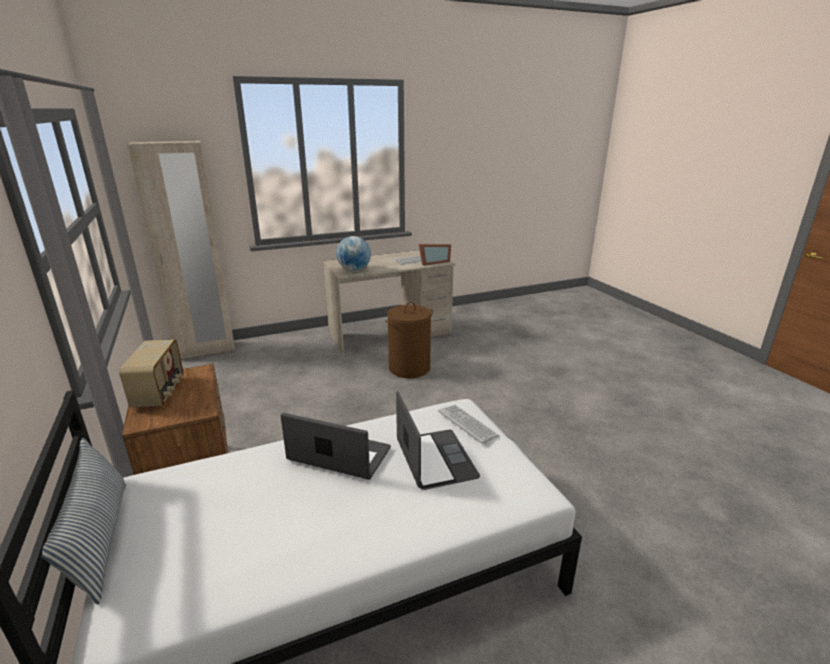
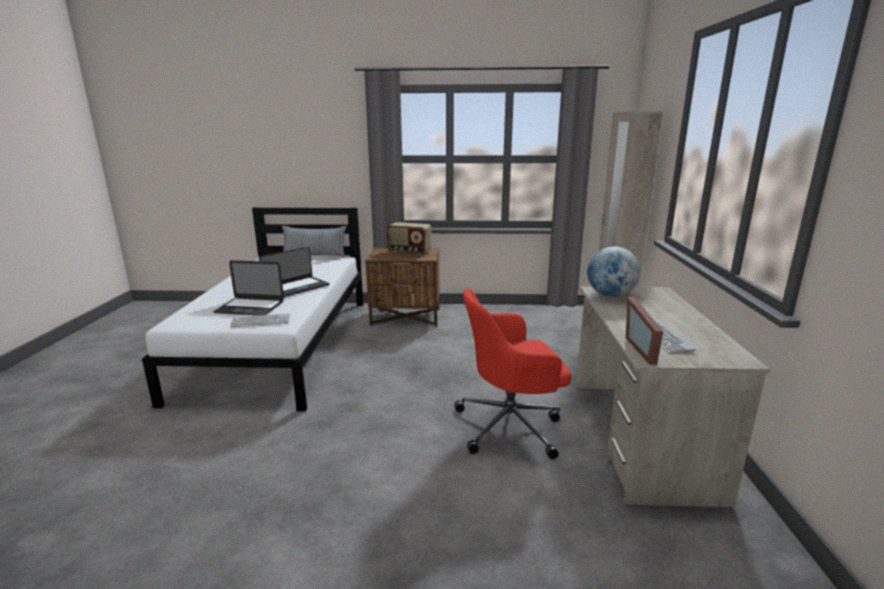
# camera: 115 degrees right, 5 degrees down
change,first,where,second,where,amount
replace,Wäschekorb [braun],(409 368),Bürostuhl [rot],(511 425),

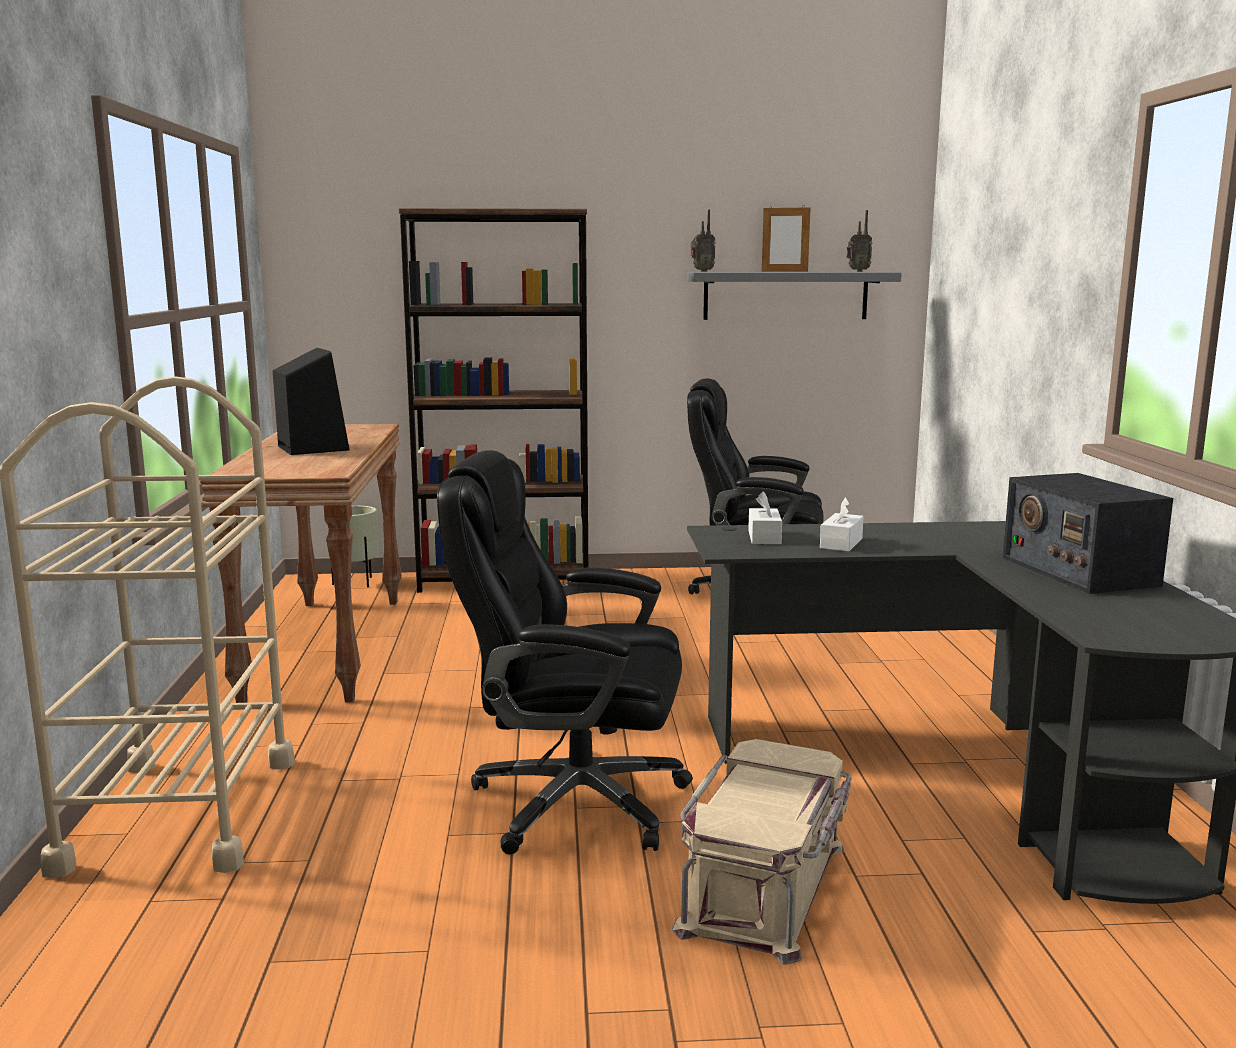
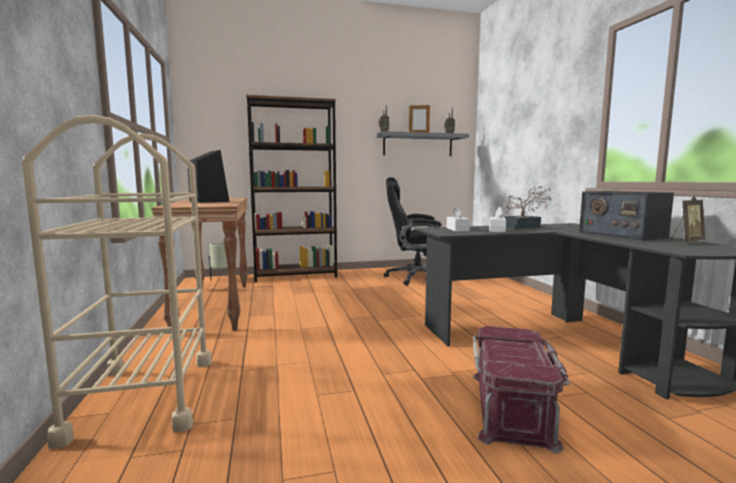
# camera: 10 degrees left, 5 degrees down
change,first,where,second,where,amount
delete,Bürostuhl [schwarz],(573 802),,,
recolor,Aufbewahrungsbox [beige],(766 888),Aufbewahrungsbox [rot],(513 408),
insert,,,Topfpflanze,(525 227),
insert,,,Bilderrahmen,(686 242),

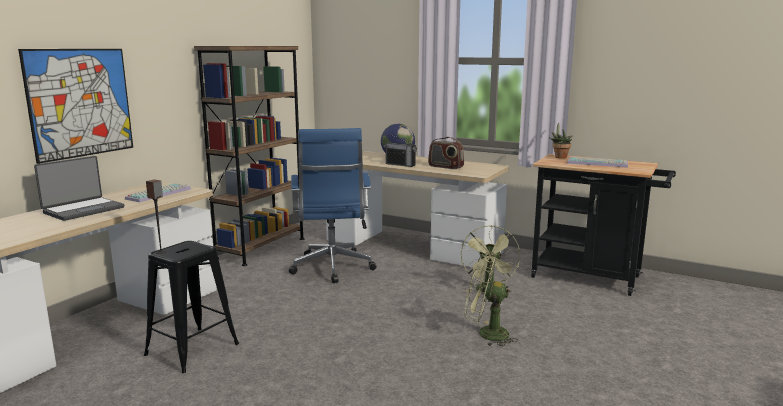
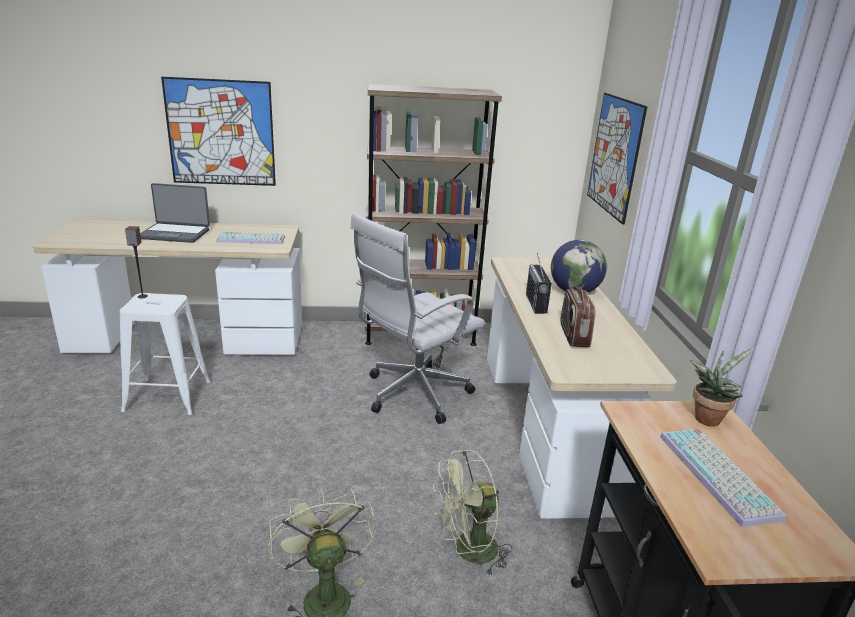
# camera: 55 degrees right, 10 degrees up
change,first,where,second,where,amount
recolor,Bürostuhl [blau],(332 269),Bürostuhl [weiß],(412 395),
recolor,Hocker [schwarz],(192 349),Hocker [weiß],(168 396),
insert,,,Bild,(614 155),

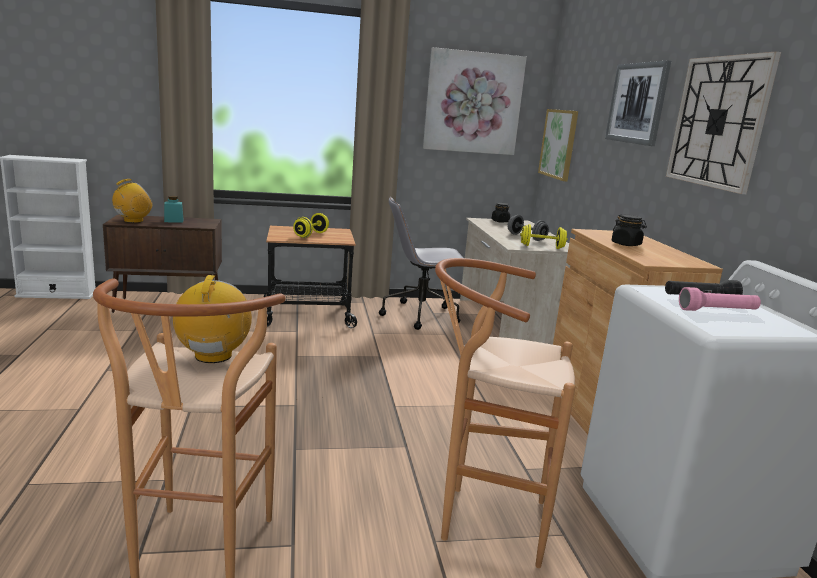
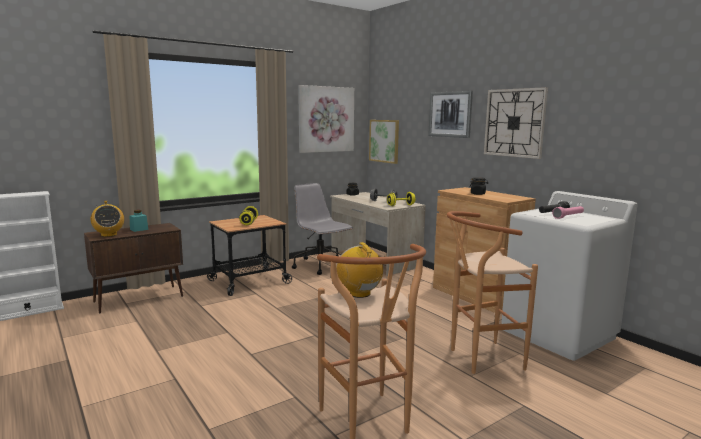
# camera: 25 degrees left, 5 degrees down
change,first,where,second,where,amount
rotate,Radio,(133 221),,(109 235),135 degrees clockwise
rotate,Bürostuhl [grau],(421 315),,(321 266),90 degrees clockwise

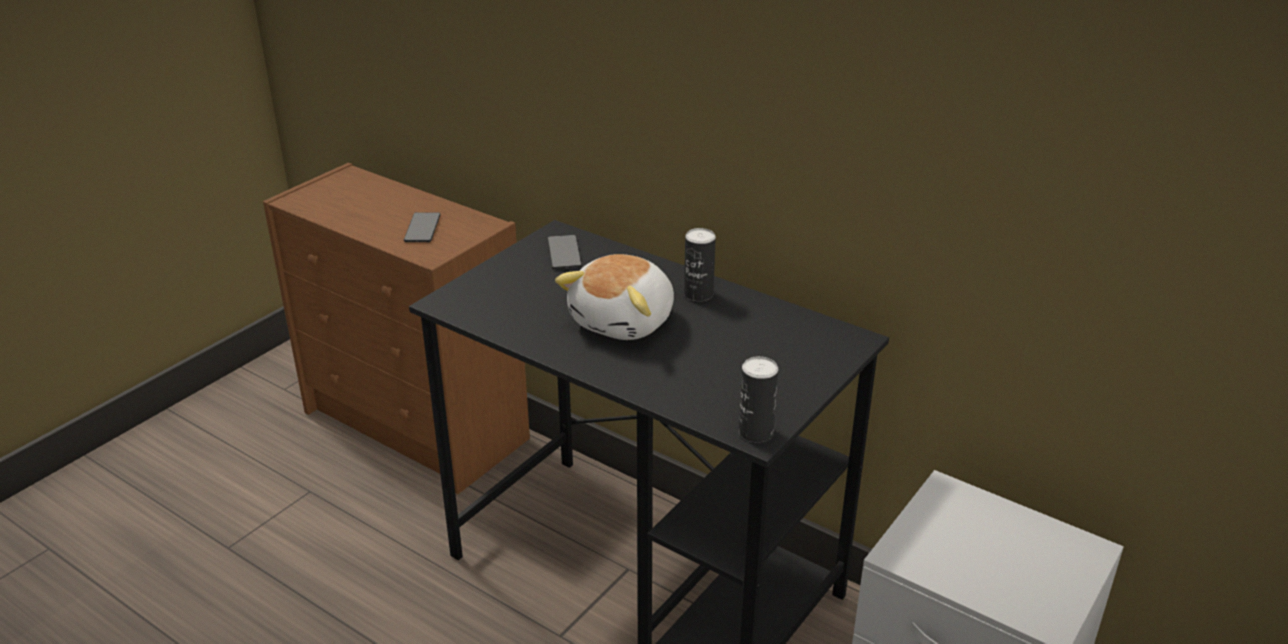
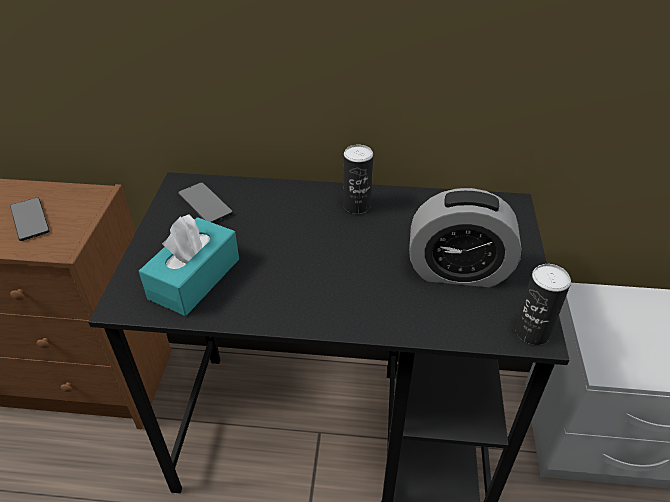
# camera: 30 degrees left, 10 degrees up
change,first,where,second,where,amount
delete,Plüschtier,(625 321),,,
insert,,,Wecker,(458 271),
insert,,,Taschentuchbox [türkis],(195 278),

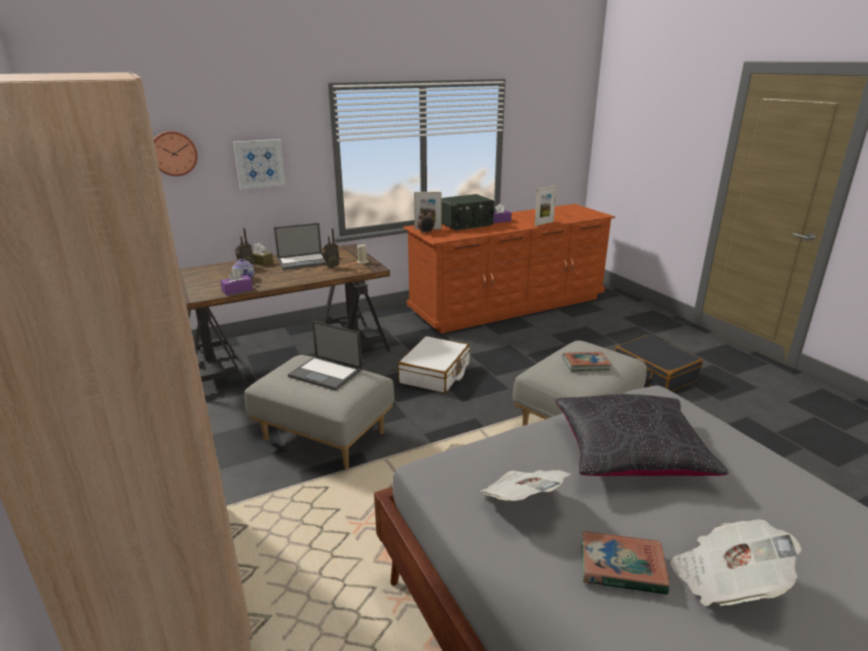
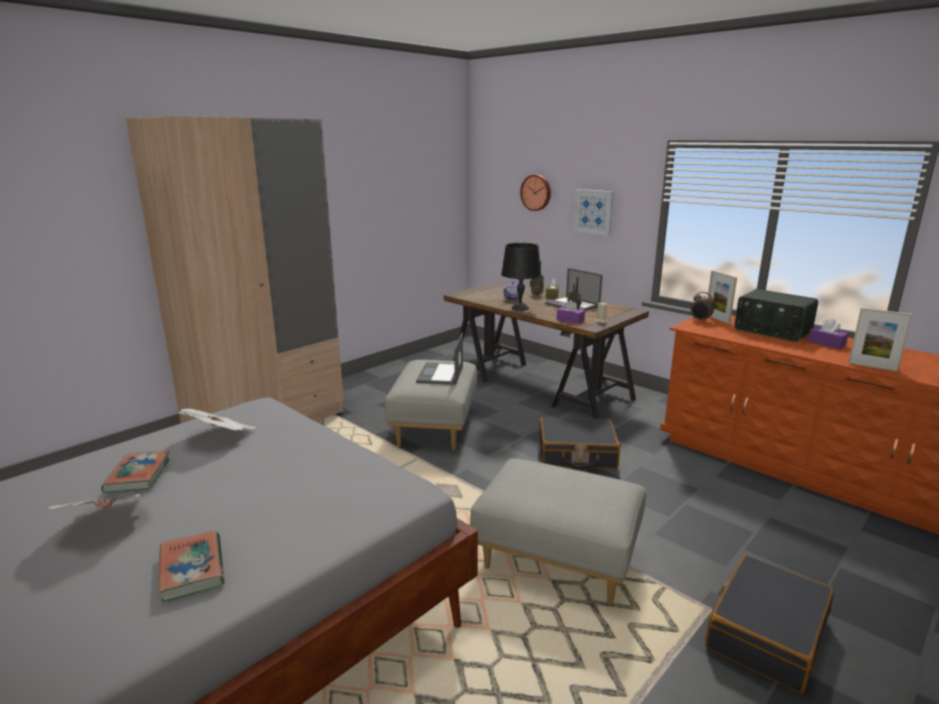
# camera: 70 degrees right, 5 degrees down
change,first,where,second,where,amount
move,Taschentuchbox [lila],(237 290),,(570 320),
recolor,Koffer [weiß],(435 374),Koffer [schwarz],(576 454),
move,Buch,(586 364),,(192 569),
delete,Kissen [schwarz],(630 452),,,
insert,,,Tischlampe [schwarz],(519 308),

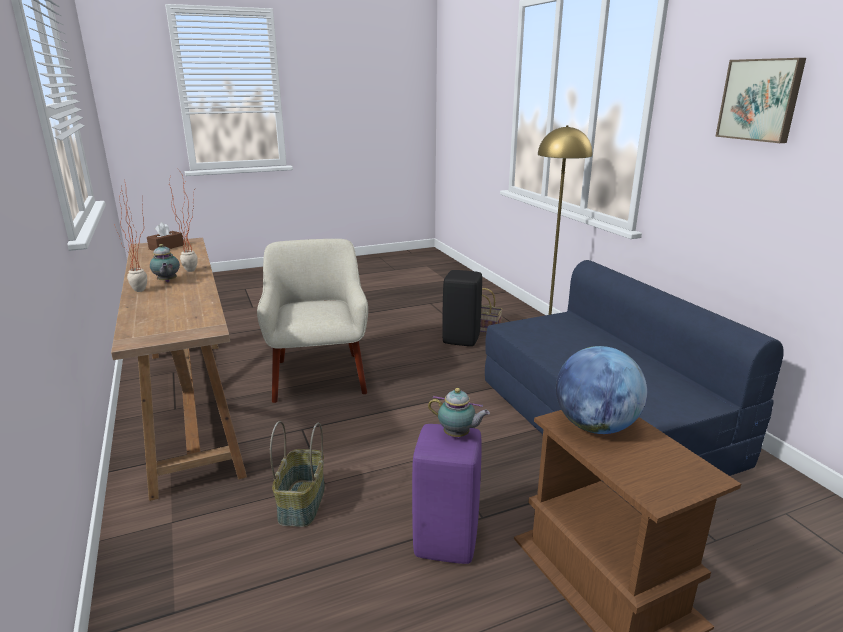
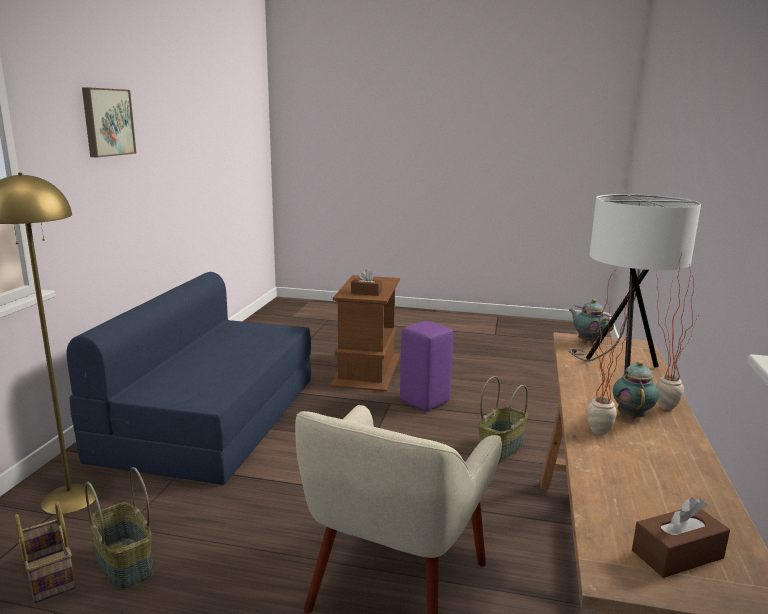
# camera: 145 degrees left, 5 degrees down
change,first,where,second,where,amount
replace,Hocker [schwarz],(462 340),Korb,(123 564),
replace,Globus,(595 426),Taschentuchbox [braun],(366 292),
move,Teekanne,(458 435),,(587 341),
insert,,,Tischlampe [weiß],(619 369),

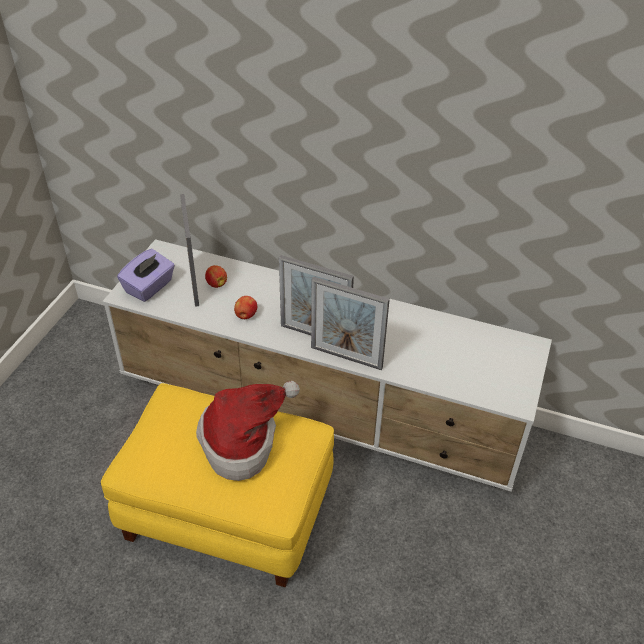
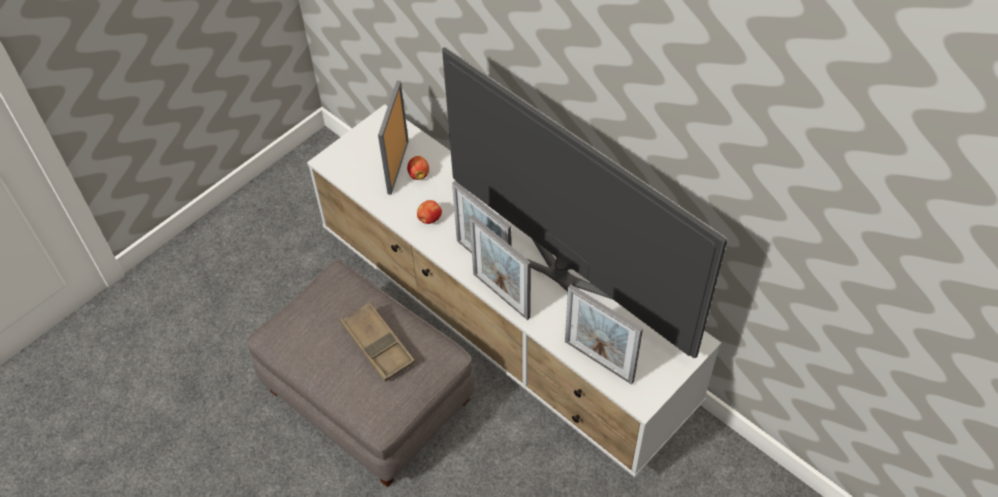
# camera: 25 degrees right, 10 degrees up
change,first,where,second,where,amount
delete,Taschentuchbox [lila],(149 287),,,
replace,Hut,(243 440),Tablett [braun],(378 345),
recolor,Polsterhocker [gelb],(226 511),Polsterhocker [grau],(368 396),
insert,,,Fernseher,(565 275),
insert,,,Bilderrahmen,(598 361),

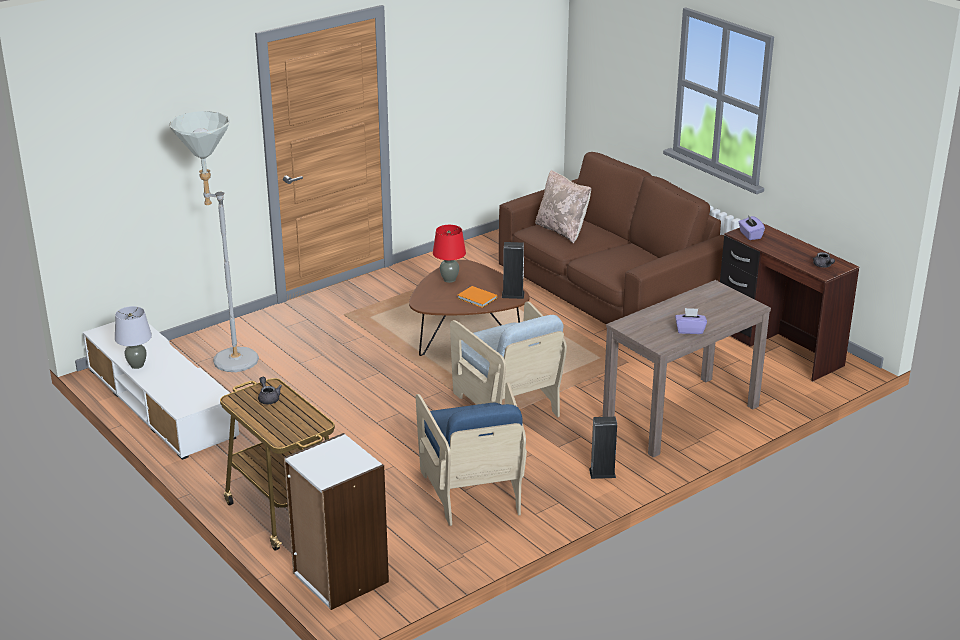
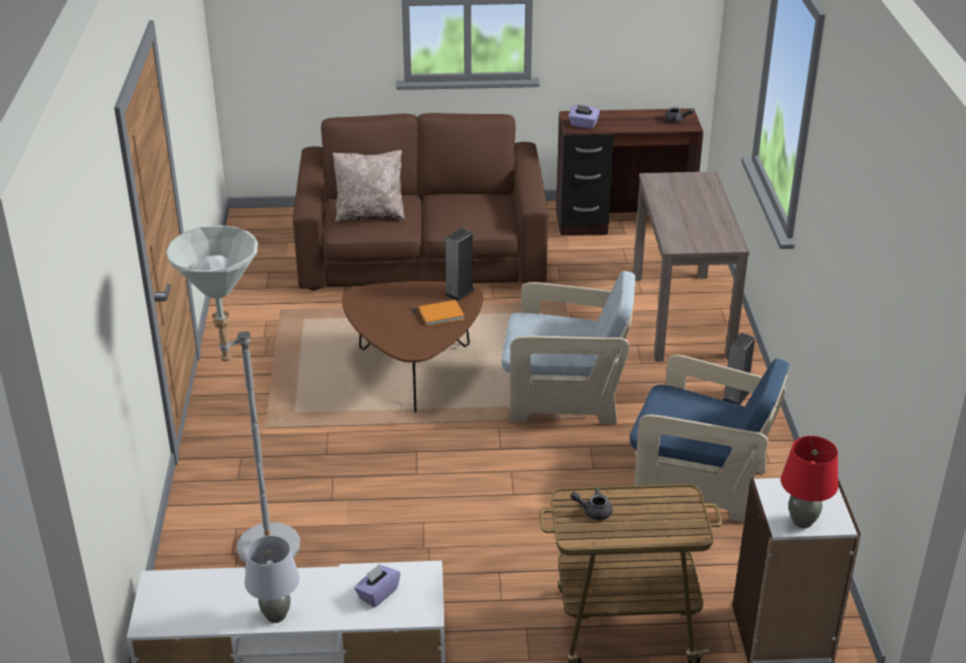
# camera: 55 degrees left, 5 degrees up
change,first,where,second,where,amount
move,Tischlampe [rot],(449 280),,(802 521),
move,Taschentuchbox [lila],(689 330),,(377 594),

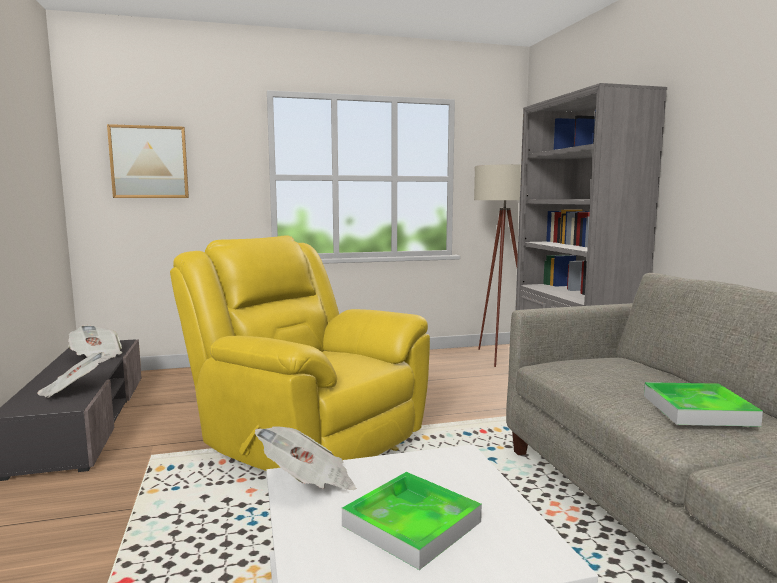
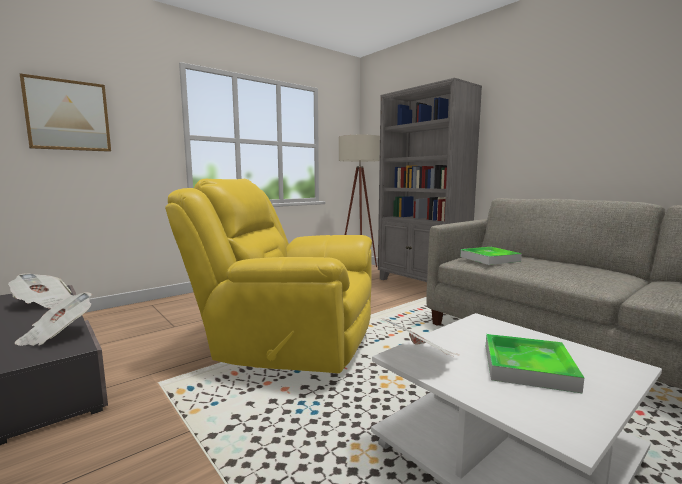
# camera: 25 degrees left, 0 degrees up
change,first,where,second,where,amount
move,Tablett,(698 410),,(489 259),

